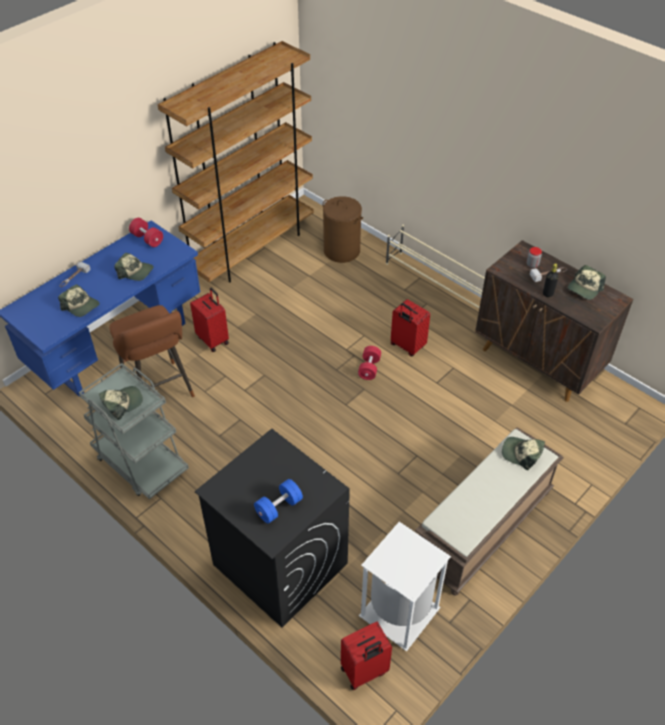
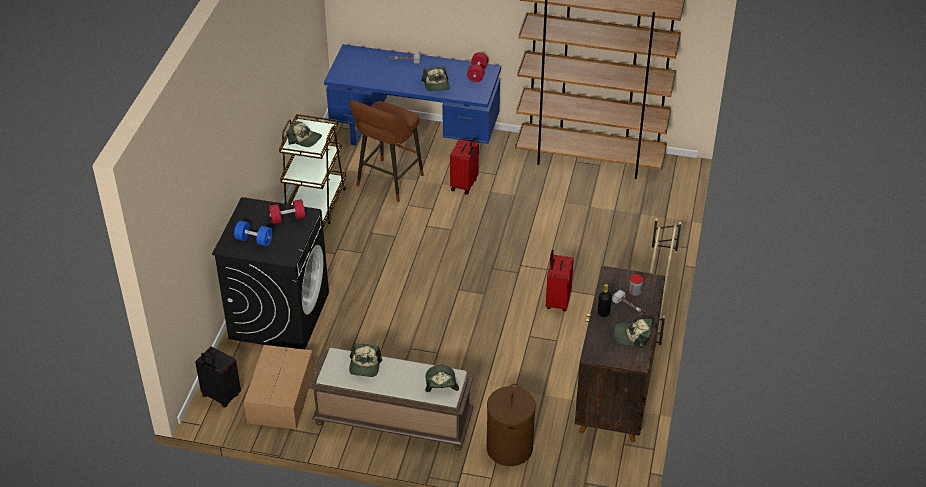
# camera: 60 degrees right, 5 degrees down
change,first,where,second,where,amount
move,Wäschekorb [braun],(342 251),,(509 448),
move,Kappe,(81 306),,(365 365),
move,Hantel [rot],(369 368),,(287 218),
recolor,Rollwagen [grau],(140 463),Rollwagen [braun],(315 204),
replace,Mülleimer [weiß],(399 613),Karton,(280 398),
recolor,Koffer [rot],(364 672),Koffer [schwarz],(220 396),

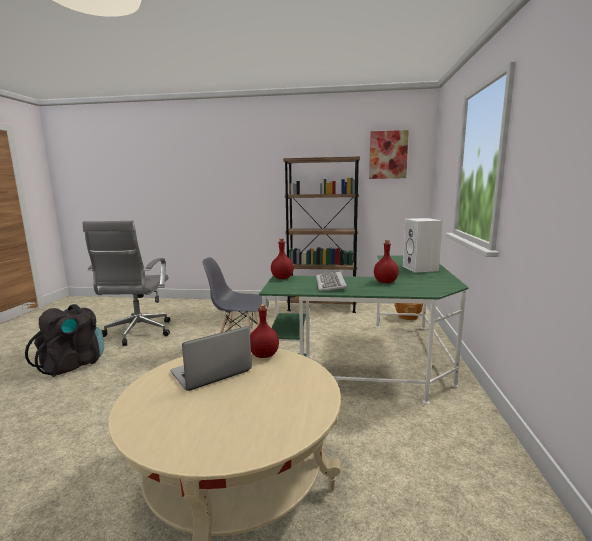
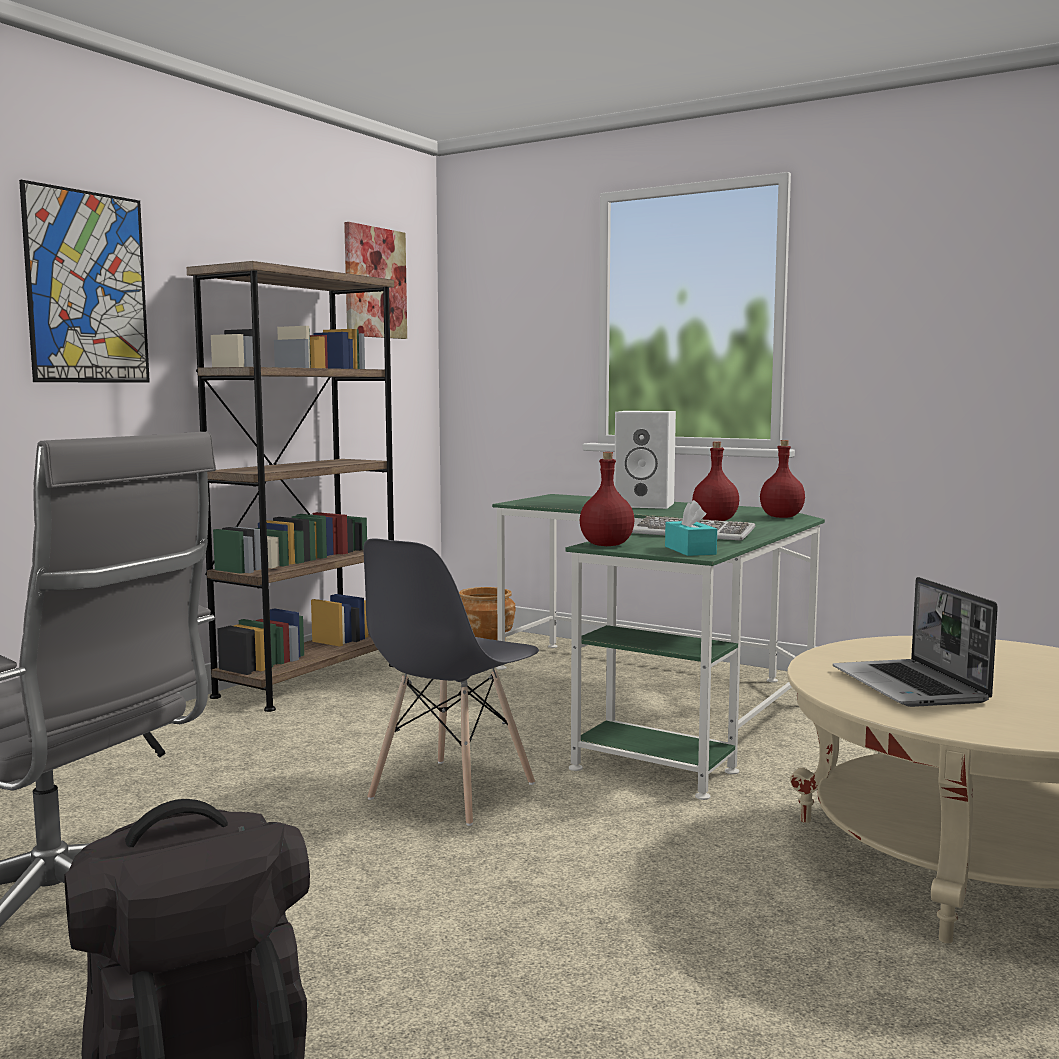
# camera: 65 degrees left, 5 degrees down
change,first,where,second,where,amount
move,Flasche [rot],(264 355),,(782 517),
insert,,,Bild,(87 287),
insert,,,Taschentuchbox [türkis],(690 550),

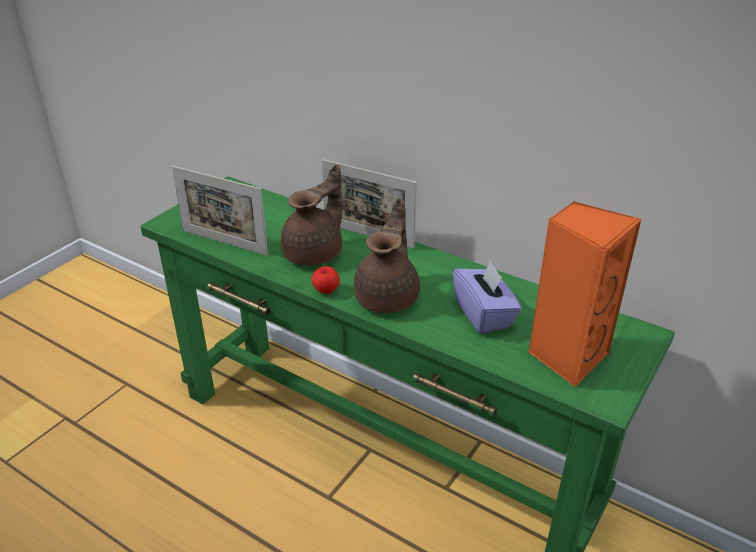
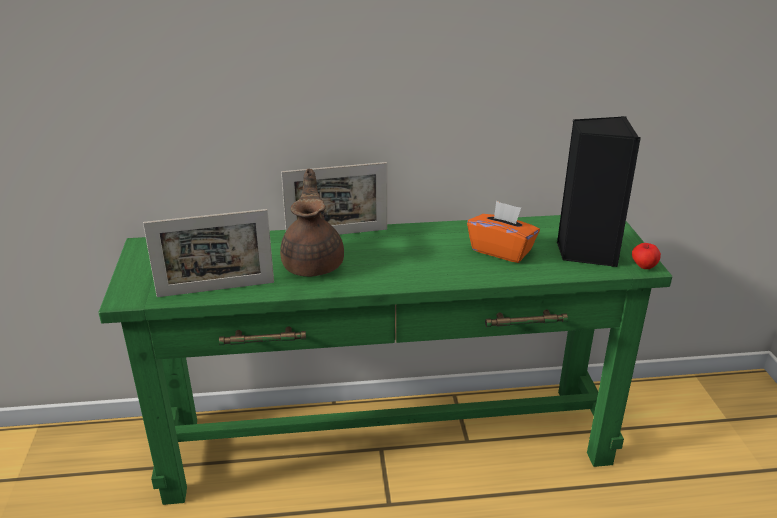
# camera: 40 degrees left, 5 degrees down
change,first,where,second,where,amount
delete,Teekanne [braun],(388 297),,,
recolor,Lautsprecher [orange],(566 356),Lautsprecher [schwarz],(586 252),
recolor,Taschentuchbox [lila],(484 314),Taschentuchbox [orange],(501 250),
move,Apfel,(326 290),,(643 266),

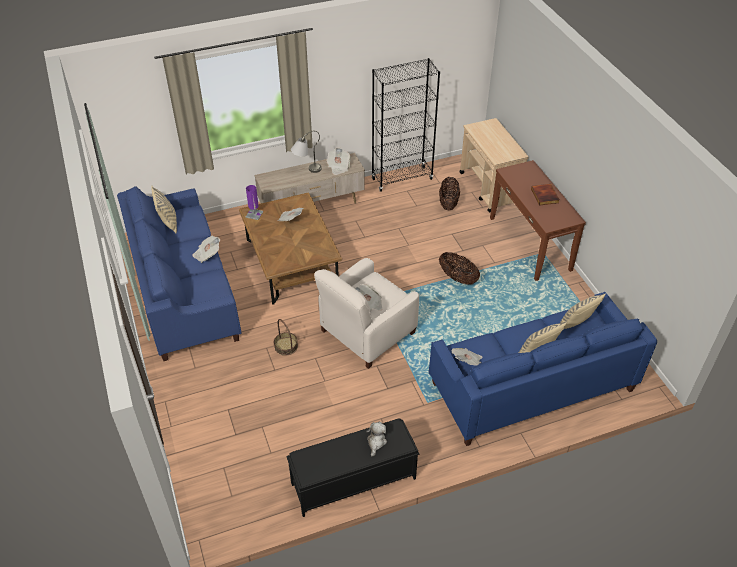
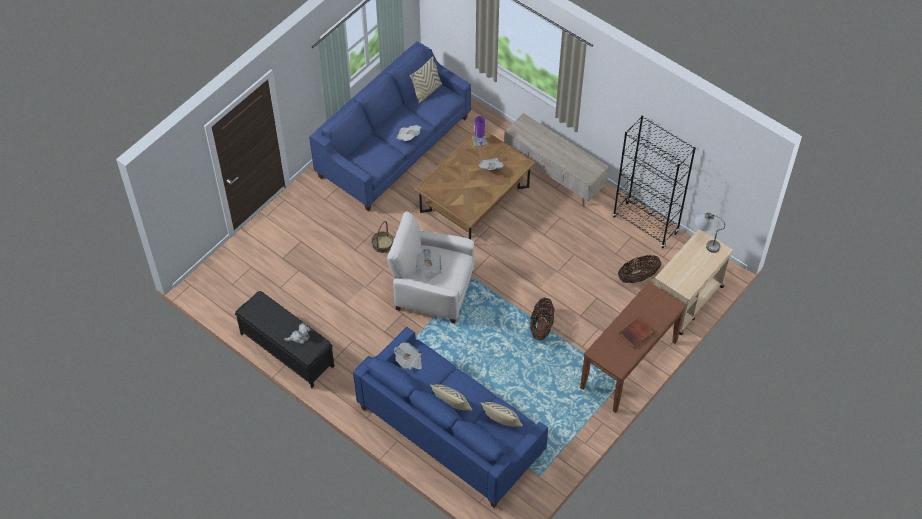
# camera: 60 degrees right, 10 degrees up
change,first,where,second,where,amount
move,Tischlampe [grau],(306 170),,(705 241),
delete,Zeitung,(338 167),,,

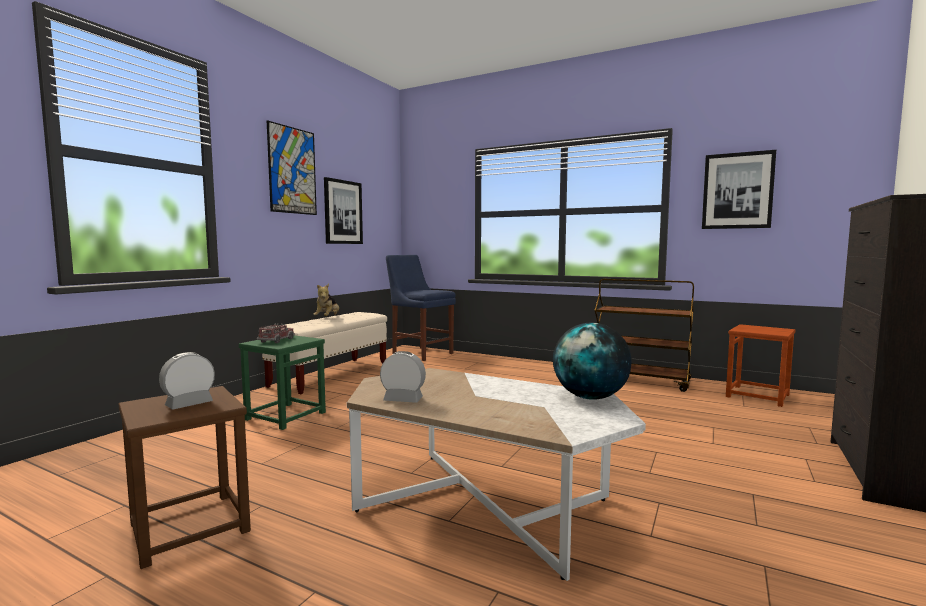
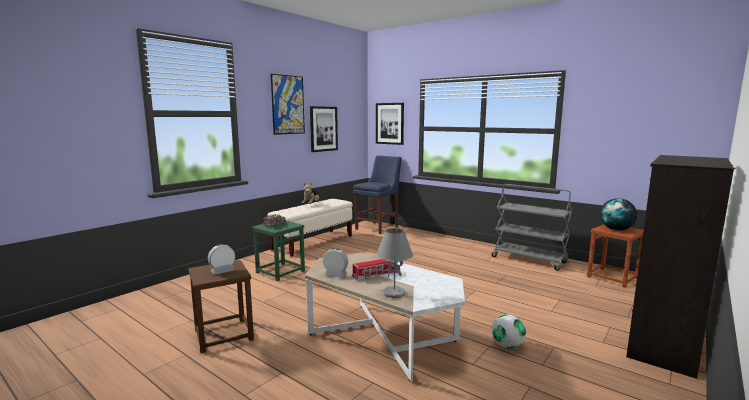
# camera: 10 degrees right, 5 degrees up
change,first,where,second,where,amount
move,Bild,(737 191),,(390 123),
rotate,Stuhl [blau],(420 353),,(378 227),75 degrees clockwise
recolor,Rollwagen [braun],(640 381),Rollwagen [grau],(529 260),
move,Globus,(590 397),,(616 230),
insert,,,Tischlampe [grau],(394 293),
insert,,,Spielzeuglaster,(376 275),
insert,,,Fußball,(507 346),

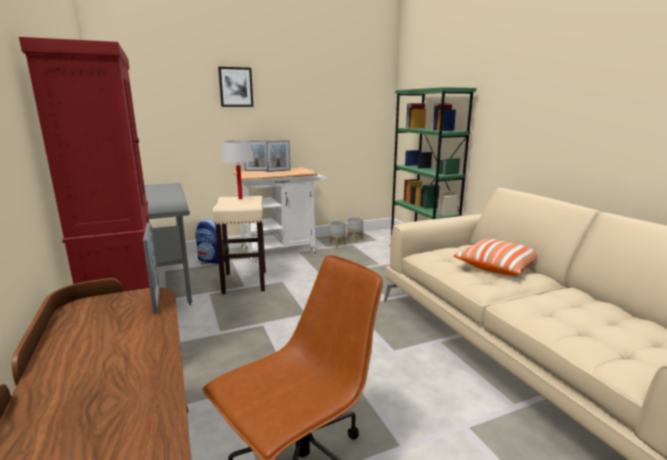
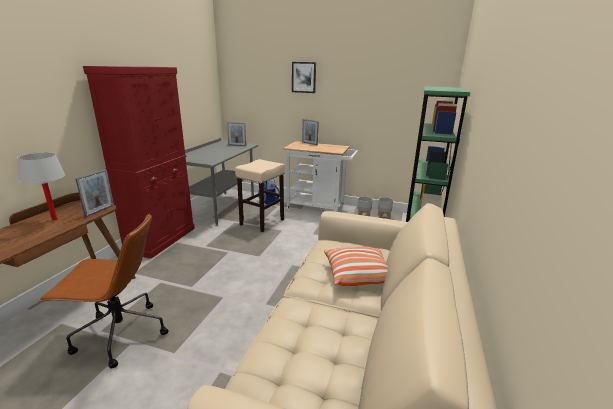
# camera: 40 degrees right, 5 degrees up
change,first,where,second,where,amount
move,Tischlampe [weiß],(240 199),,(54 219),
move,Bilderrahmen,(278 171),,(237 145),

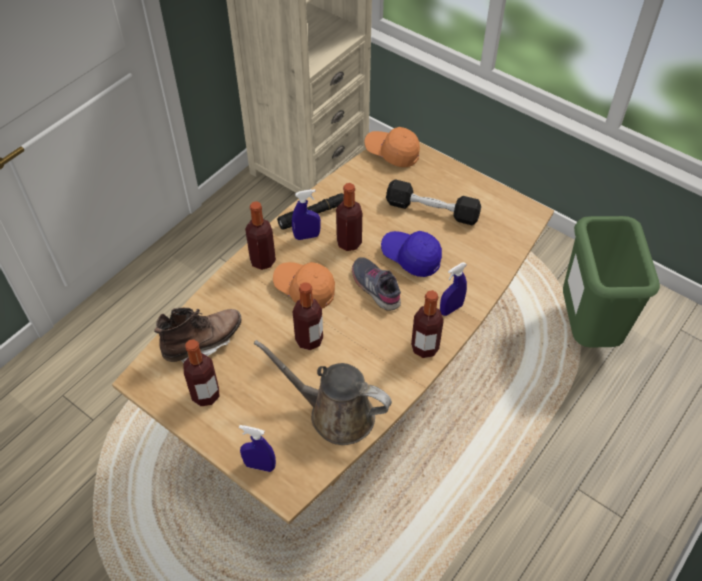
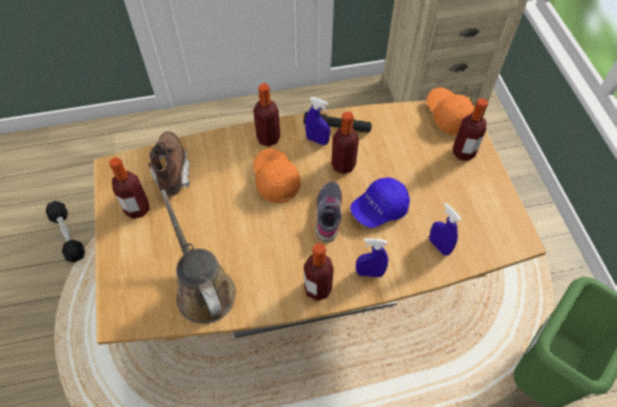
# camera: 40 degrees right, 5 degrees up
change,first,where,second,where,amount
move,Hantel [schwarz],(432 210),,(68 235),
rotate,Kappe [blau],(411 257),,(379 209),105 degrees counterclockwise
move,Flasche,(309 340),,(463 152),
rotate,Stiefel [braun],(203 343),,(172 171),105 degrees counterclockwise
move,Sprühflasche [blau],(260 465),,(439 246),

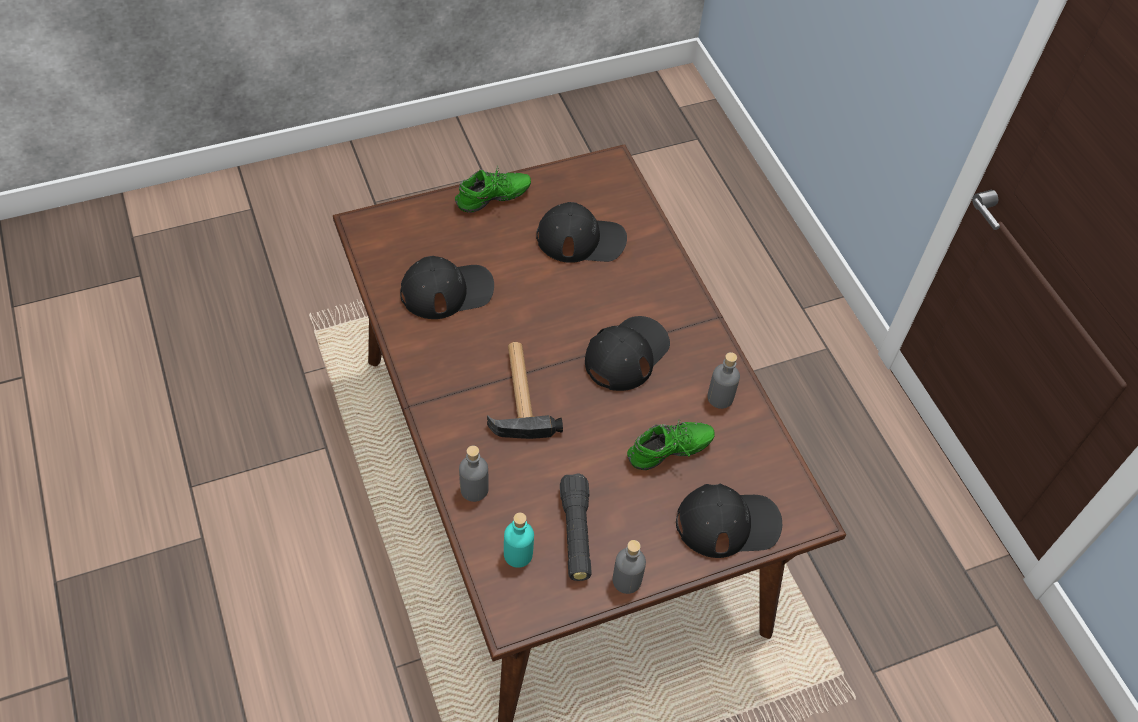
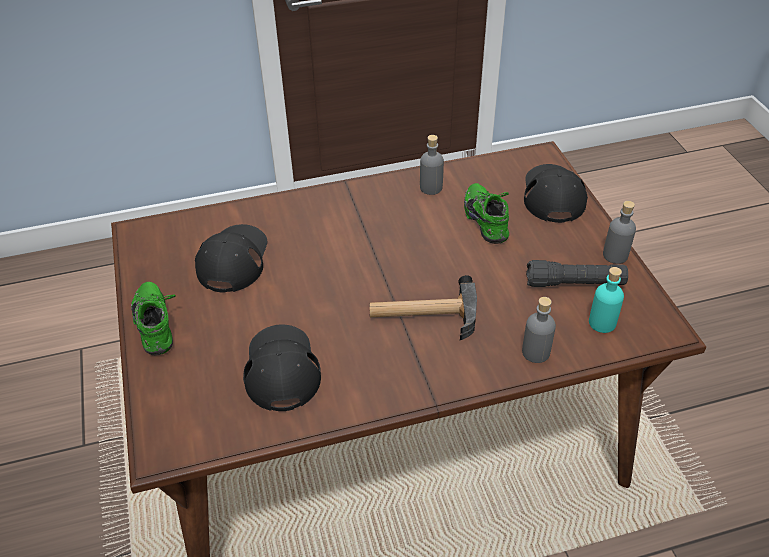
# camera: 80 degrees left, 10 degrees down
change,first,where,second,where,amount
delete,Kappe [schwarz],(626 354),,,

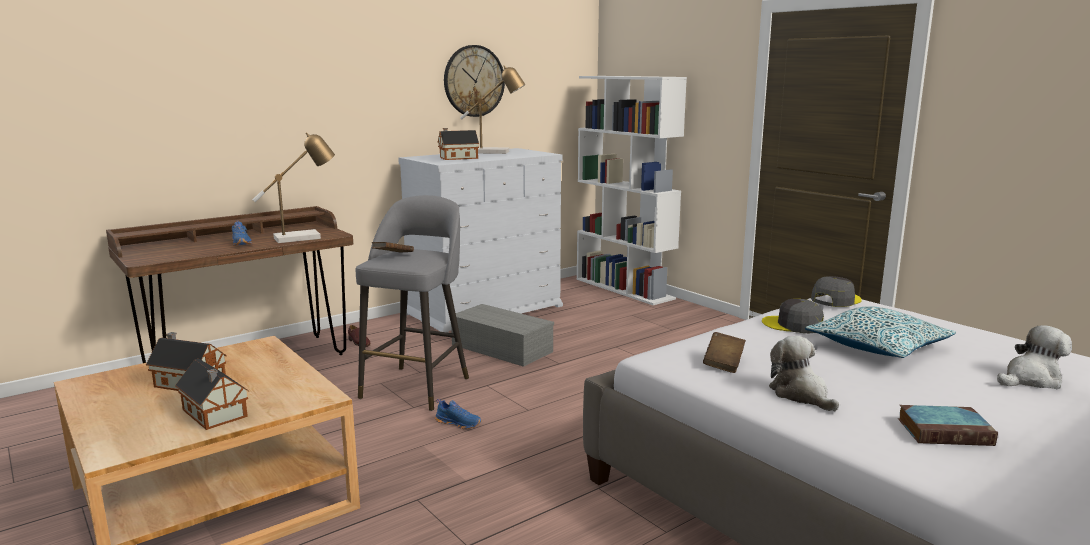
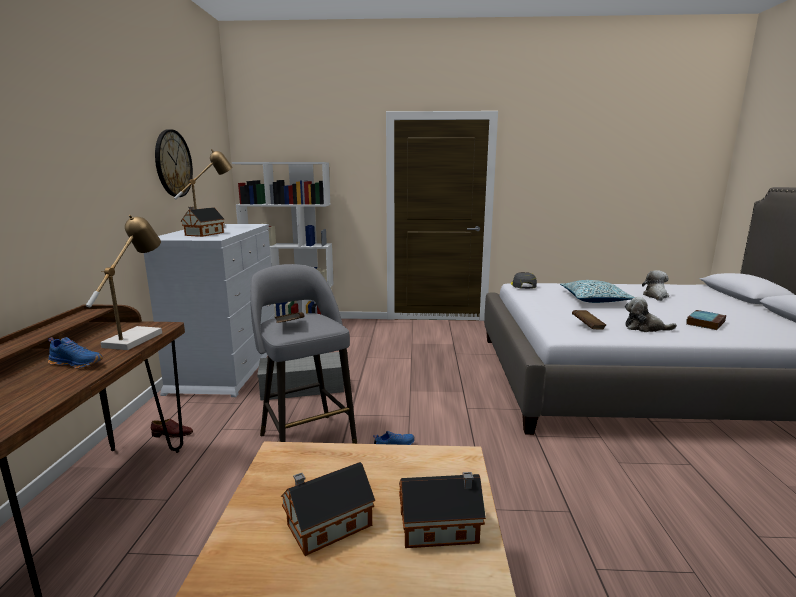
# camera: 50 degrees left, 0 degrees up
change,first,where,second,where,amount
delete,Kappe [grau],(793 325),,,

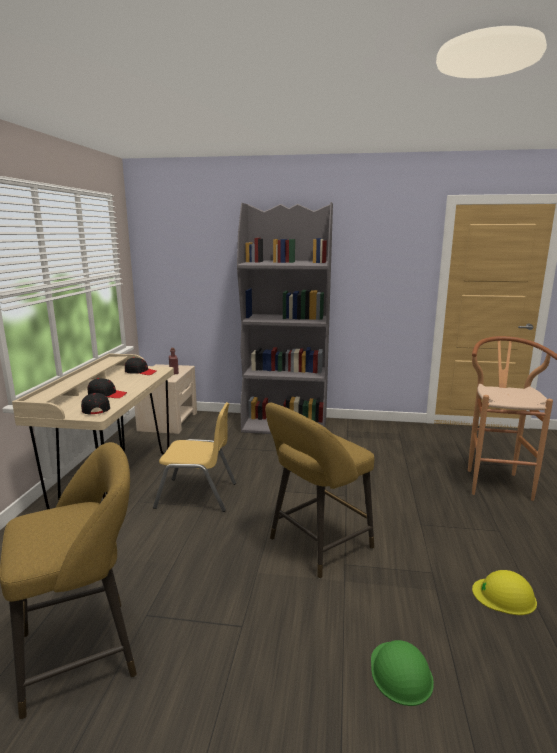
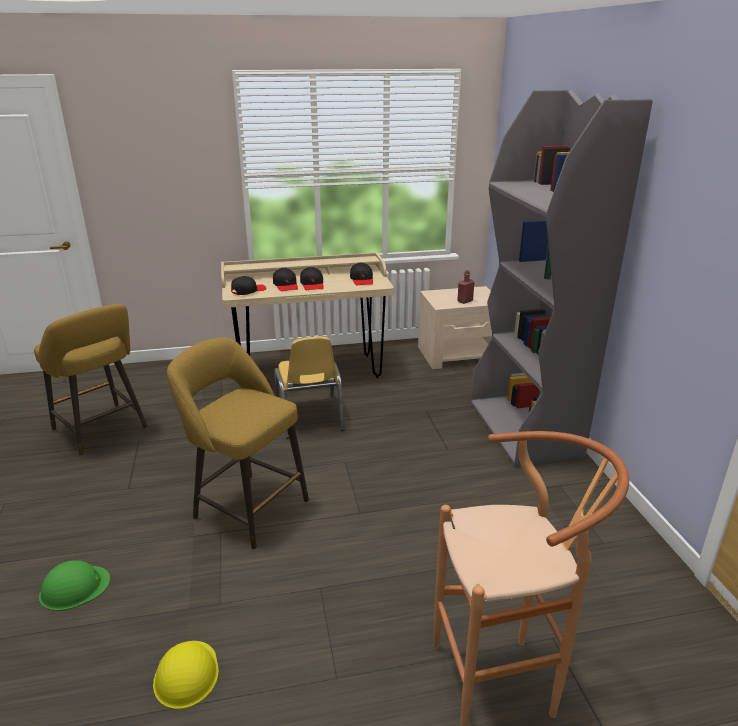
# camera: 70 degrees right, 10 degrees up
change,first,where,second,where,amount
insert,,,Kappe [schwarz],(312 284),

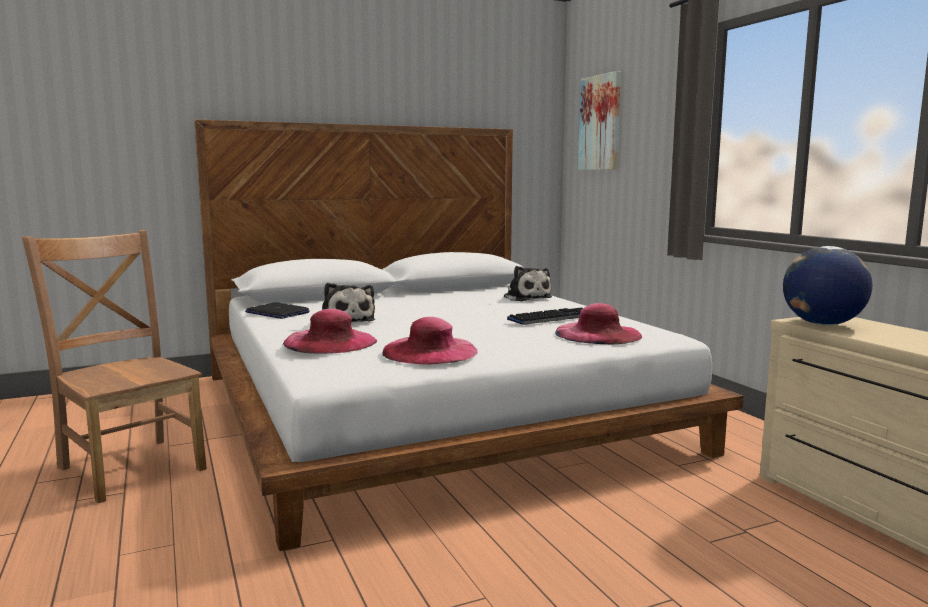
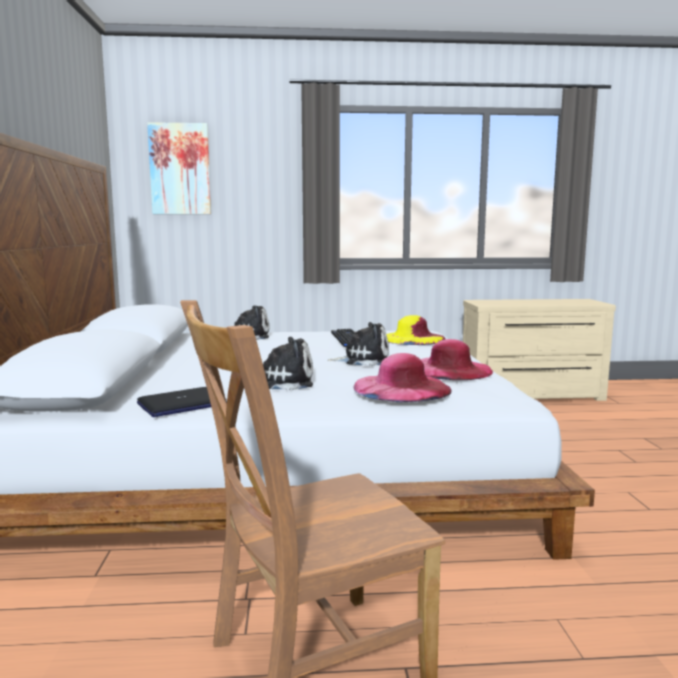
# camera: 70 degrees left, 0 degrees up
change,first,where,second,where,amount
delete,Globus,(822 324),,,
recolor,Hut [rosa],(598 334),Hut [gelb],(412 338),
insert,,,Plüschtier,(363 360),

